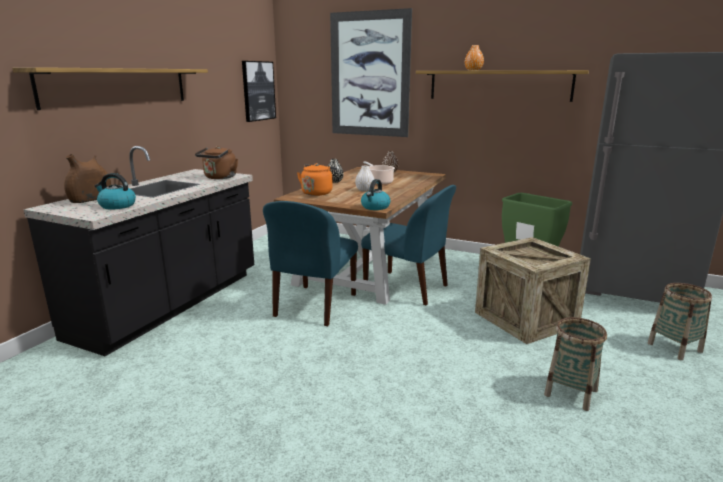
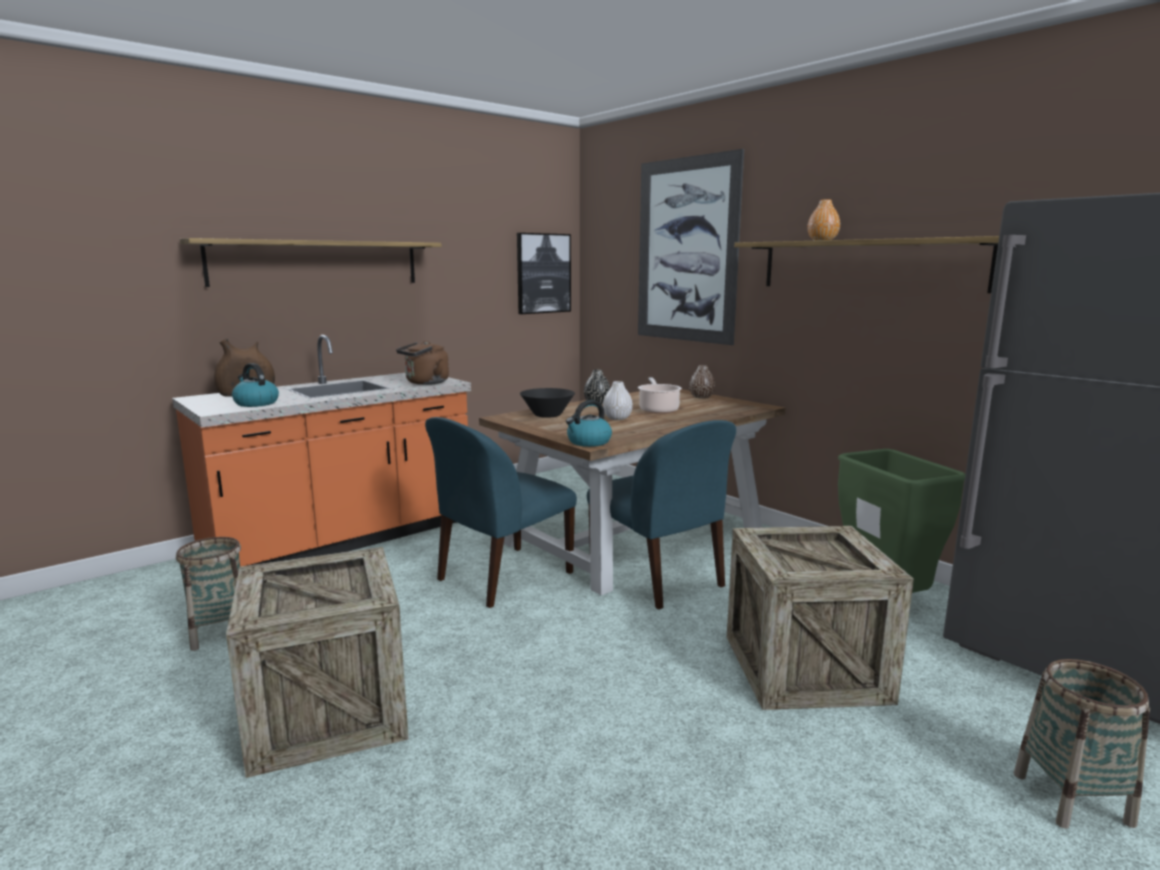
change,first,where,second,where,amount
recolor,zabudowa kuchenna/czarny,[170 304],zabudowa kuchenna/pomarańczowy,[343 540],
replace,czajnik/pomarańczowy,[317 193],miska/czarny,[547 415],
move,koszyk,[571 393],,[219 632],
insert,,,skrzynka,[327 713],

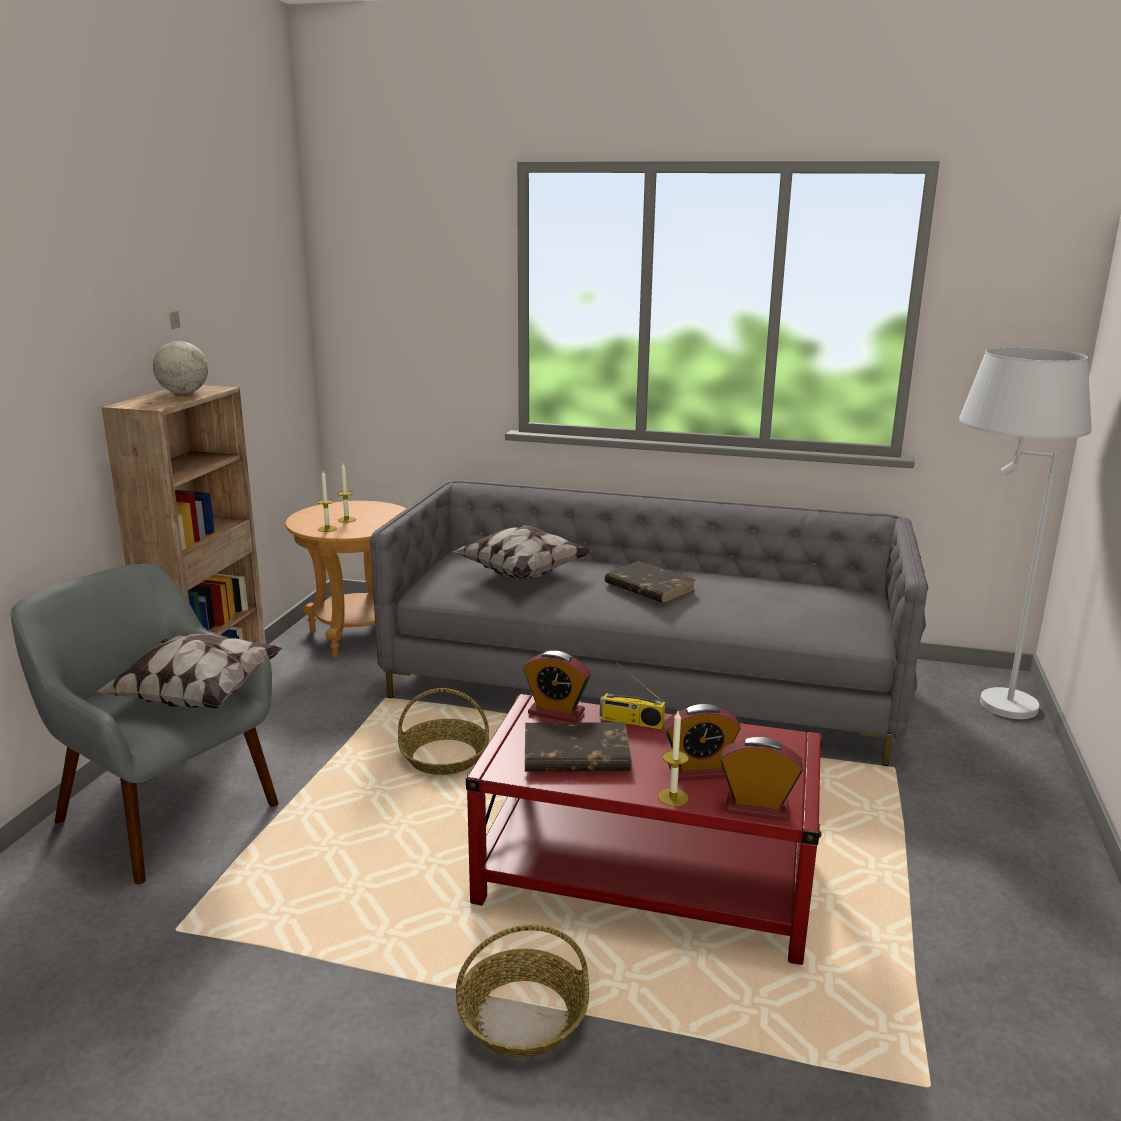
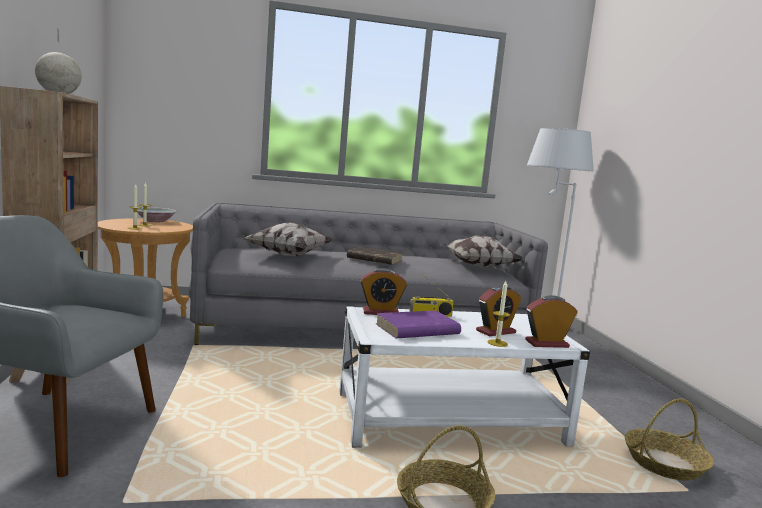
change,first,where,second,where,amount
move,poduszka,[197 696],,[477 266],
move,koszyk,[444 757],,[664 463],
recolor,ława/czerwony,[645 878],ława/biały,[449 418],
recolor,książka/brązowy,[575 754],książka/fioletowy,[416 329],
insert,,,miska,[156 221],

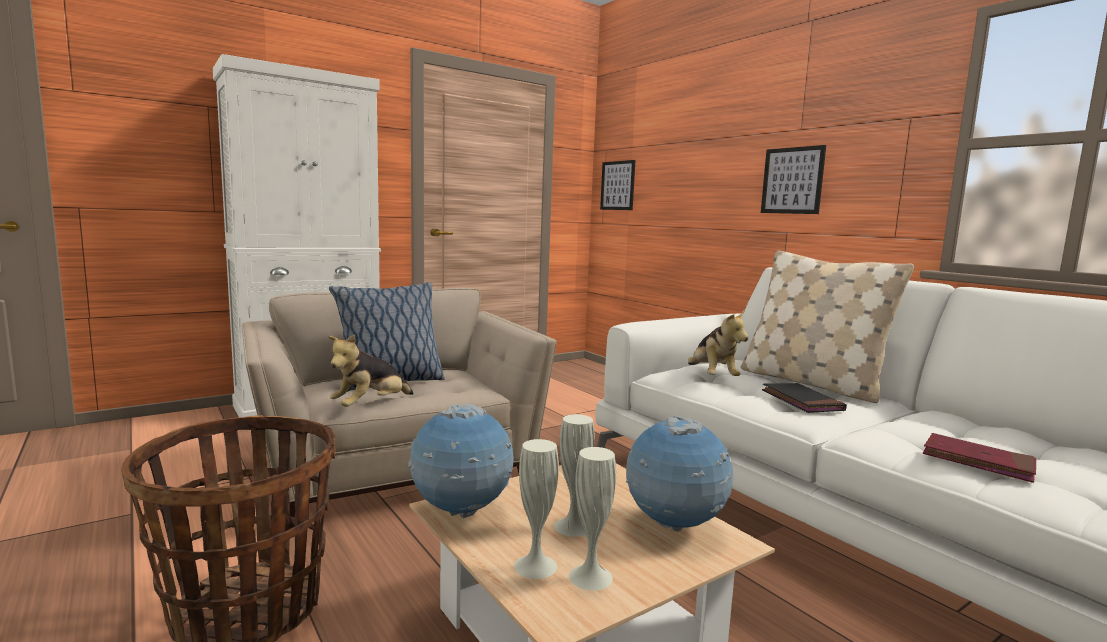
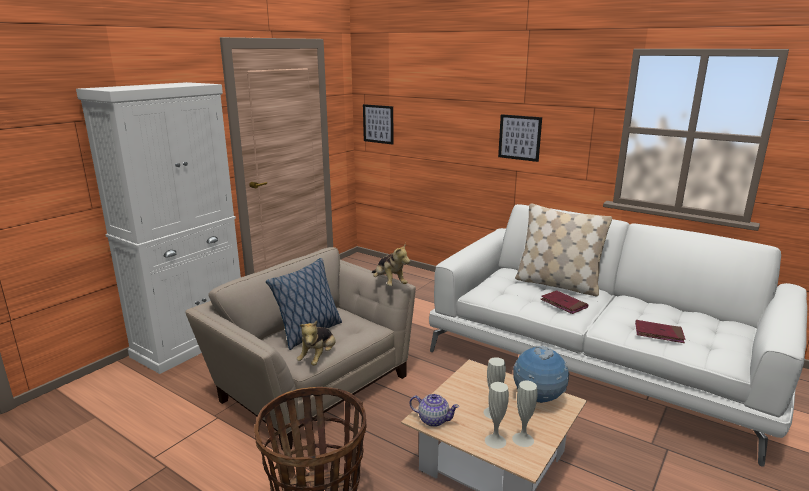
change,first,where,second,where,amount
replace,globus,[461 512],imbryk,[433 419],
move,pluszak,[712 377],,[389 283],
recolor,książka/czarny,[801 401],książka/czerwony,[563 304],

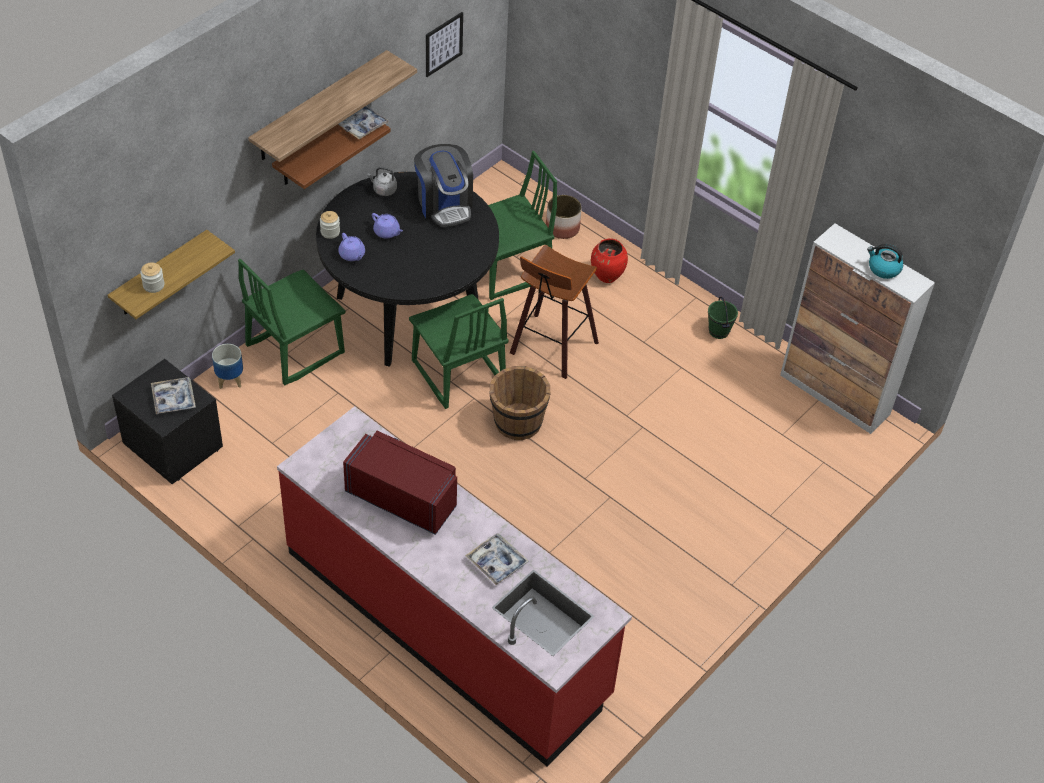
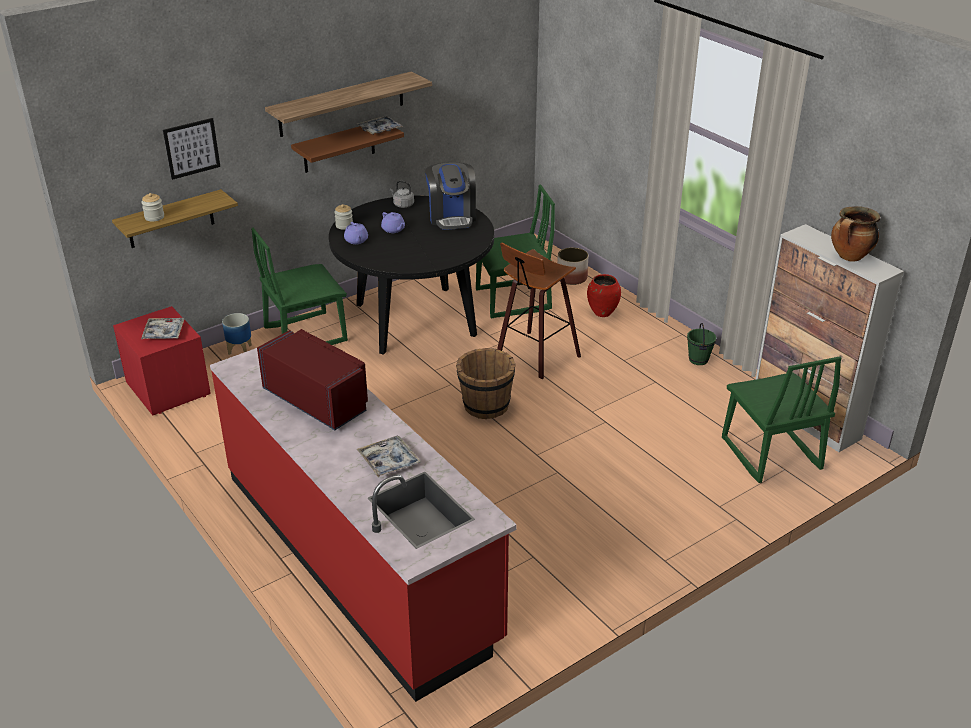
change,first,where,second,where,amount
recolor,szafka nocna/czarny,[171 445],szafka nocna/czerwony,[167 388],
move,krzesło/zielony,[457 374],,[770 454],
move,obraz,[443 44],,[191 148],
replace,czajnik,[883 269],garnek,[850 257],

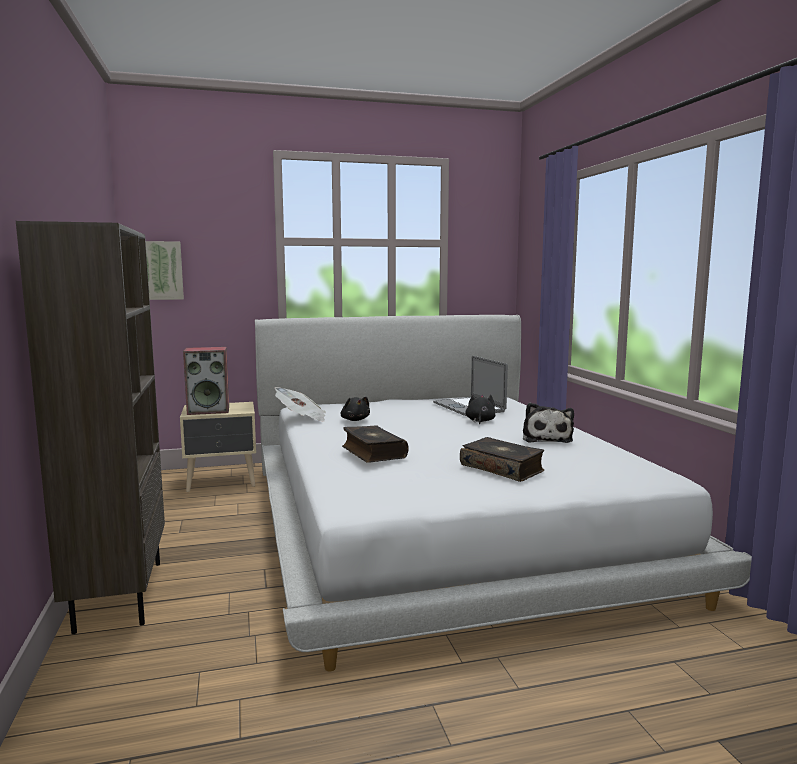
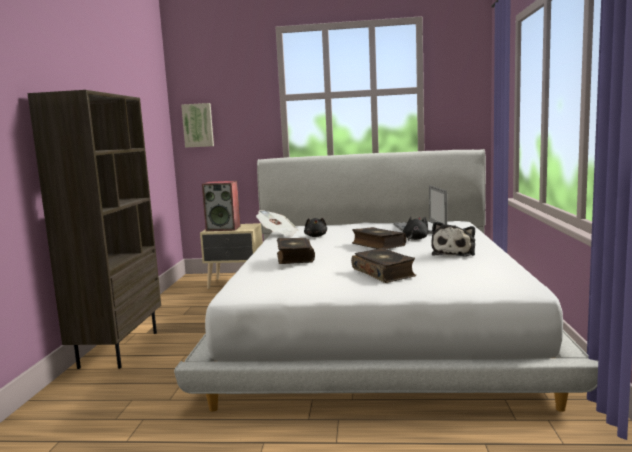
change,first,where,second,where,amount
insert,,,książka,[377 245],

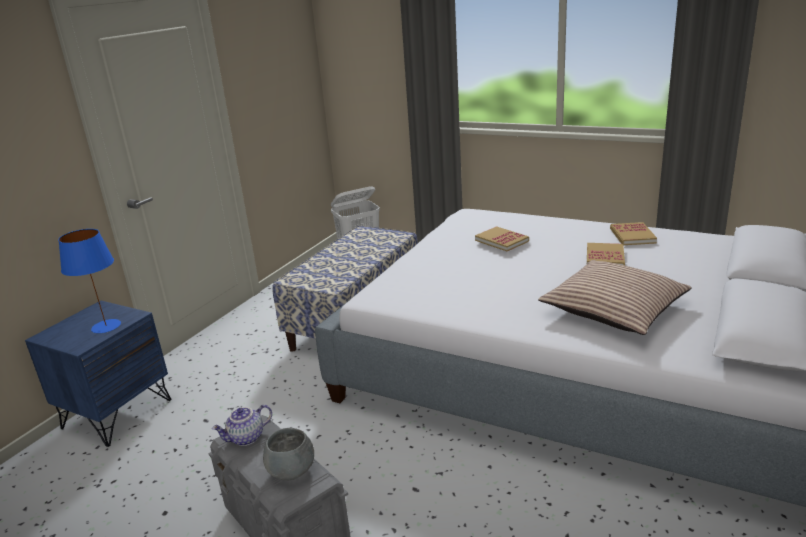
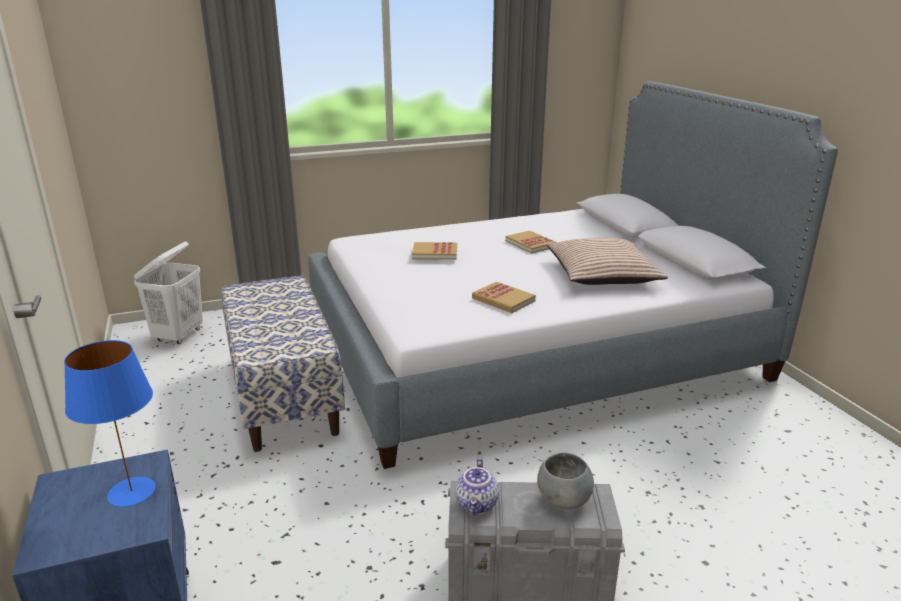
change,first,where,second,where,amount
move,książka,[632 236],,[503 300],

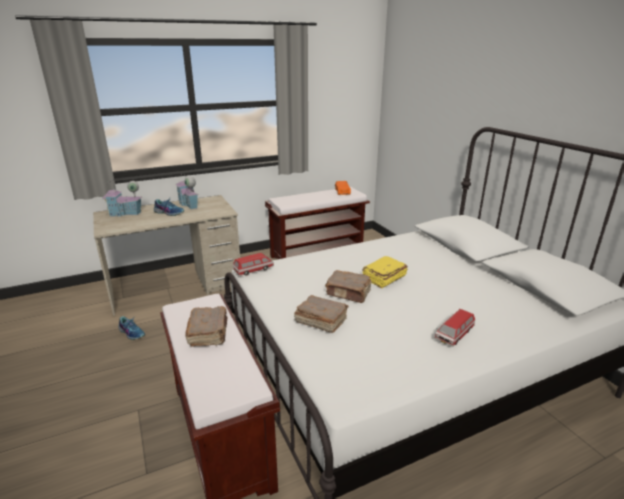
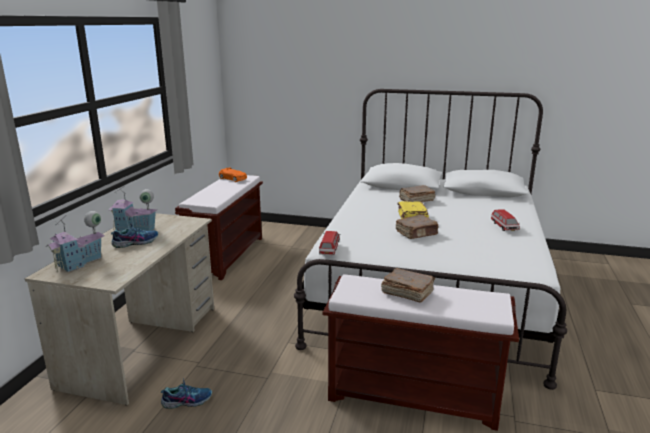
change,first,where,second,where,amount
move,książka/brązowy,[320 321],,[416 200],

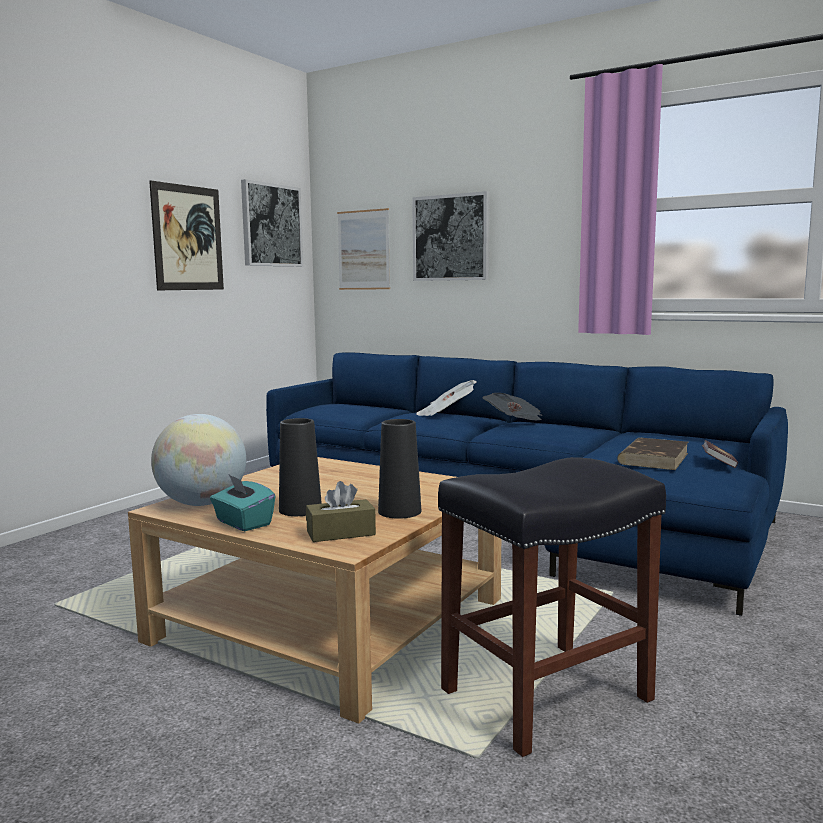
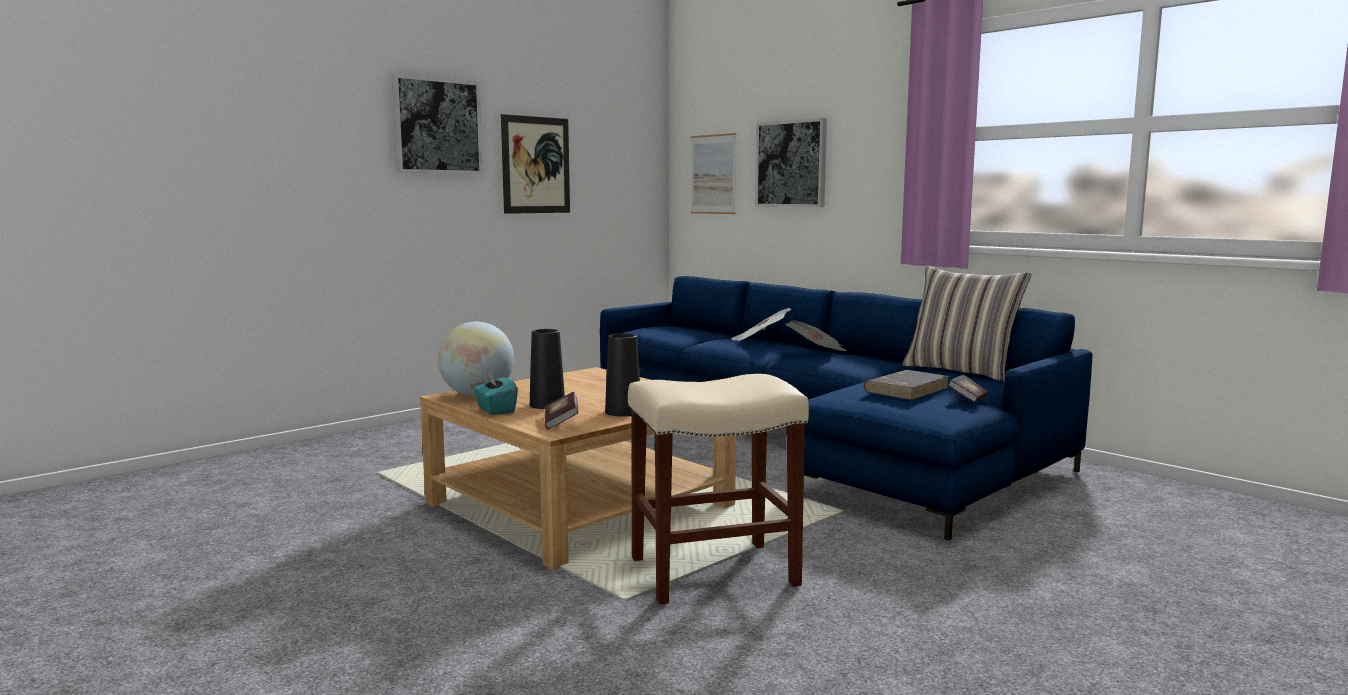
change,first,where,second,where,amount
move,obraz,[271 225],,[437 126],
replace,pudełko chusteczek/brązowy,[341 533],książka,[561 422],
recolor,stołek/czarny,[547 694],stołek/beżowy,[715 571],
insert,,,poduszka,[961 371],

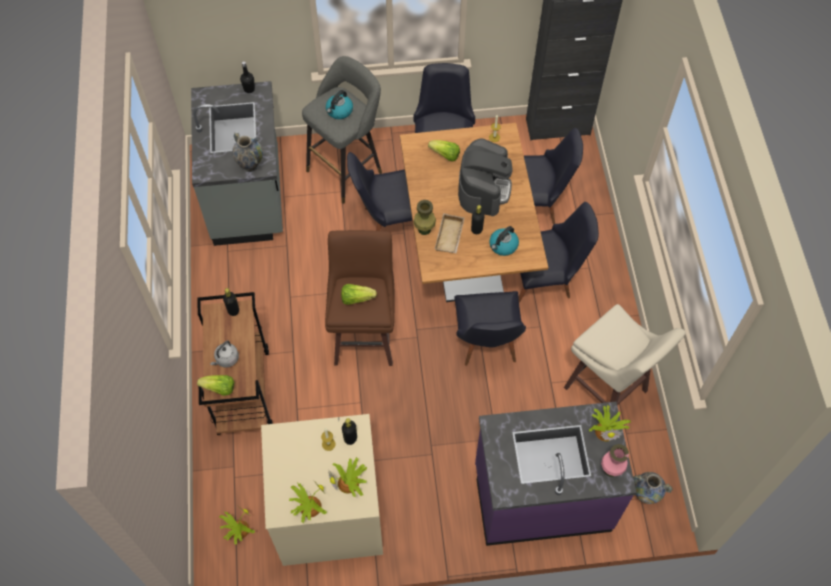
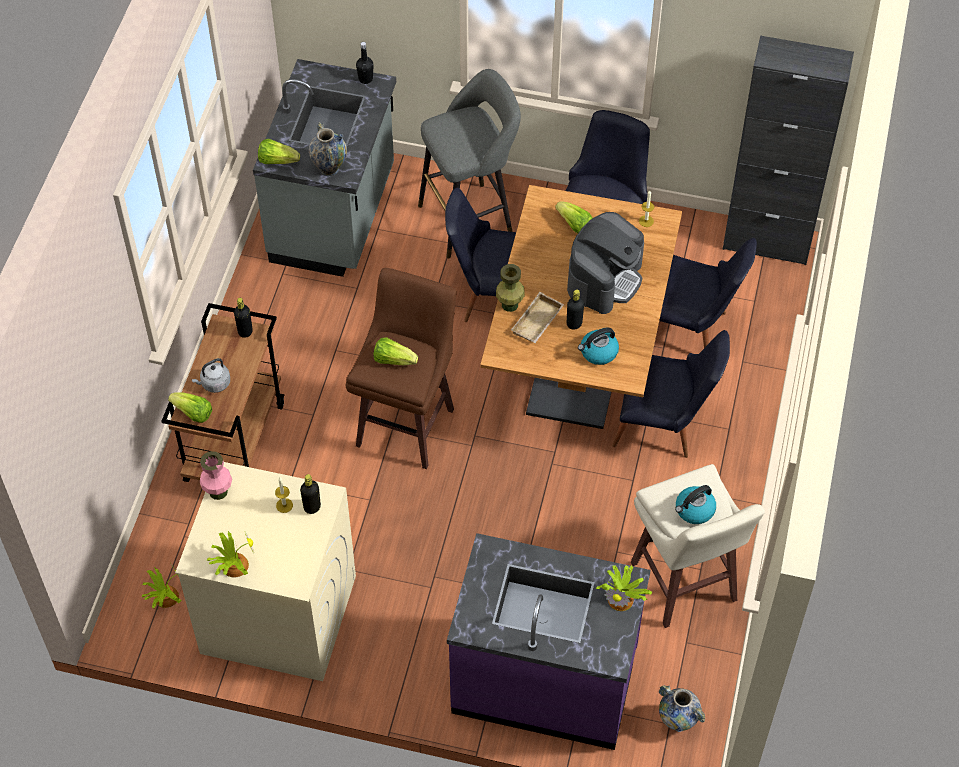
change,first,where,second,where,amount
move,czajnik,[339 111],,[694 510],
delete,roślina doniczkowa,[350 483],,,
delete,krzesło/czarny,[487 345],,,
move,wazon/różowy,[611 469],,[218 491],
insert,,,sałata,[277 160],

